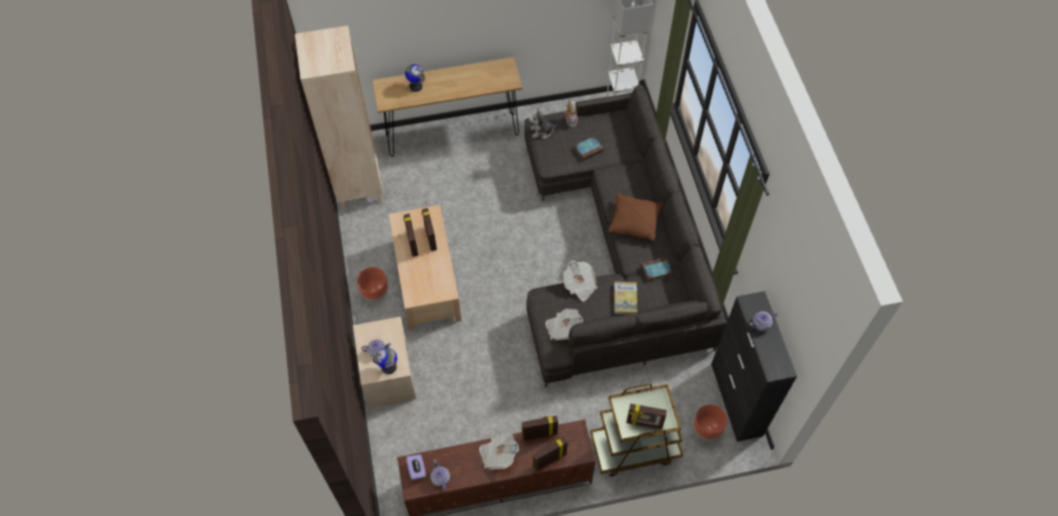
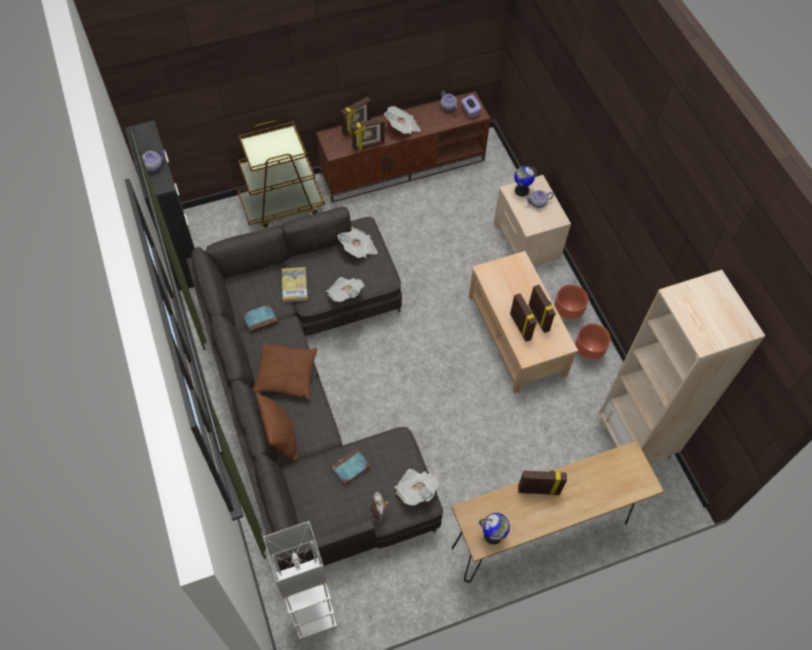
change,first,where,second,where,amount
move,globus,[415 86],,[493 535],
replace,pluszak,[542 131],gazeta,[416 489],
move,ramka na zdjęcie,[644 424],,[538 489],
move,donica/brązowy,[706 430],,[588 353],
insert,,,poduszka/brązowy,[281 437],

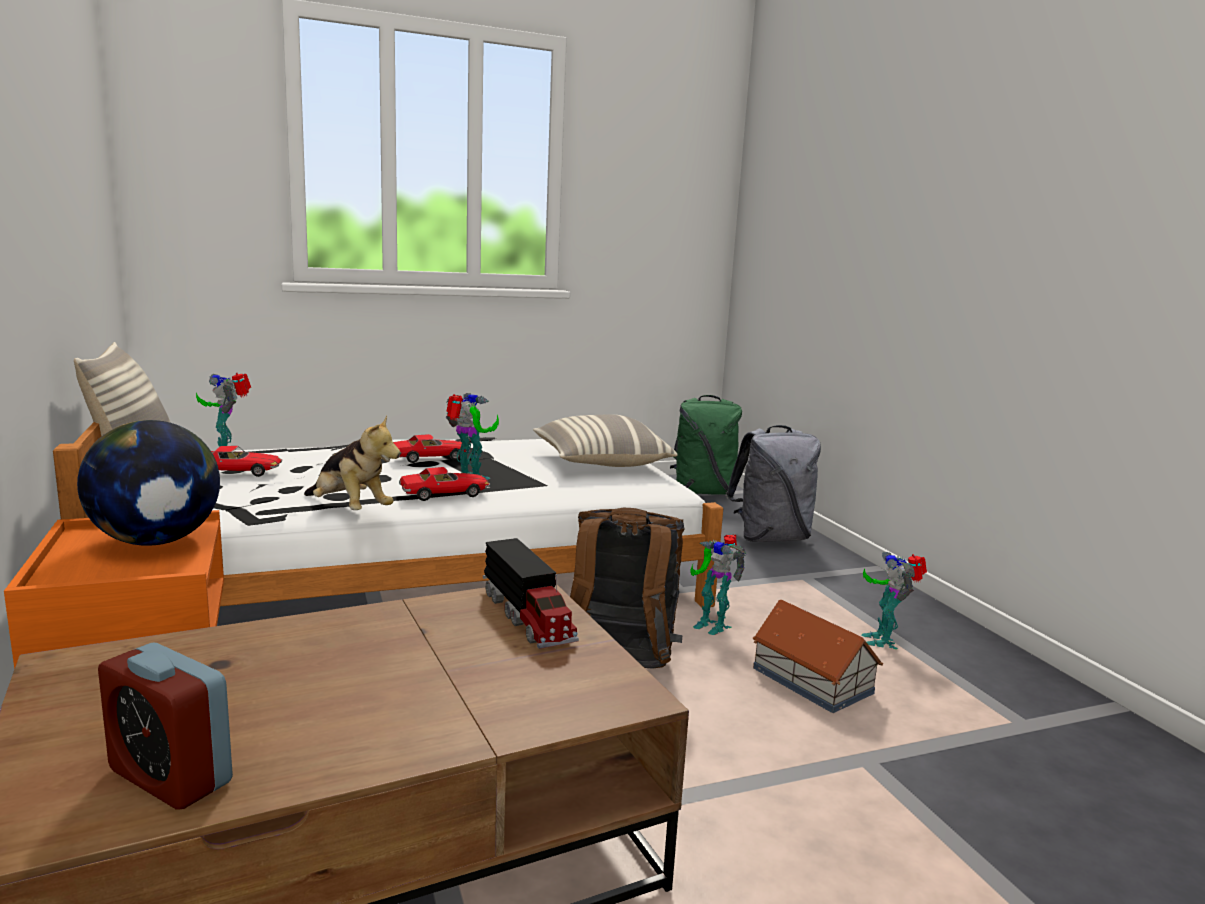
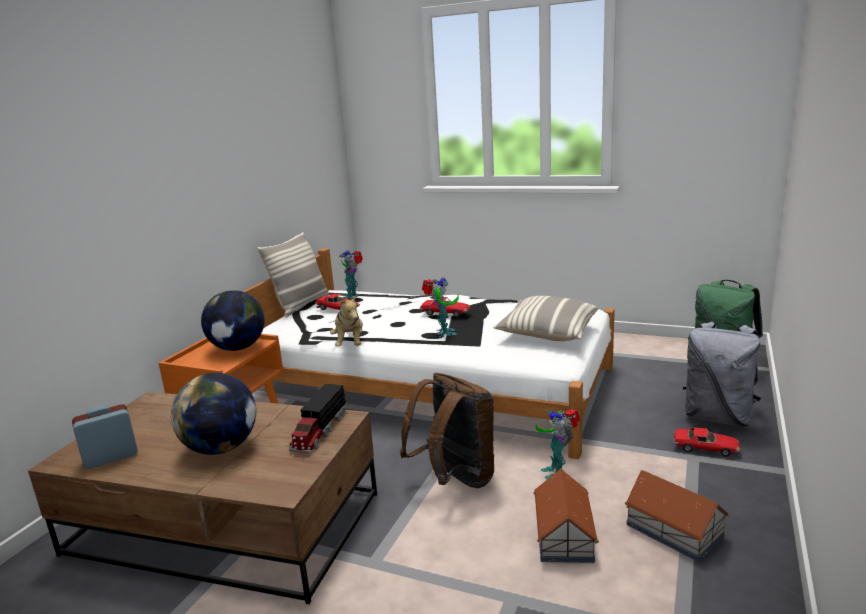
change,first,where,second,where,amount
rotate,budzik,[170 776],,[111 457],75 degrees clockwise
move,samochodzik,[445 494],,[705 448],
replace,robot zabawkowy,[884 640],domek,[673 529],
insert,,,globus,[221 448],

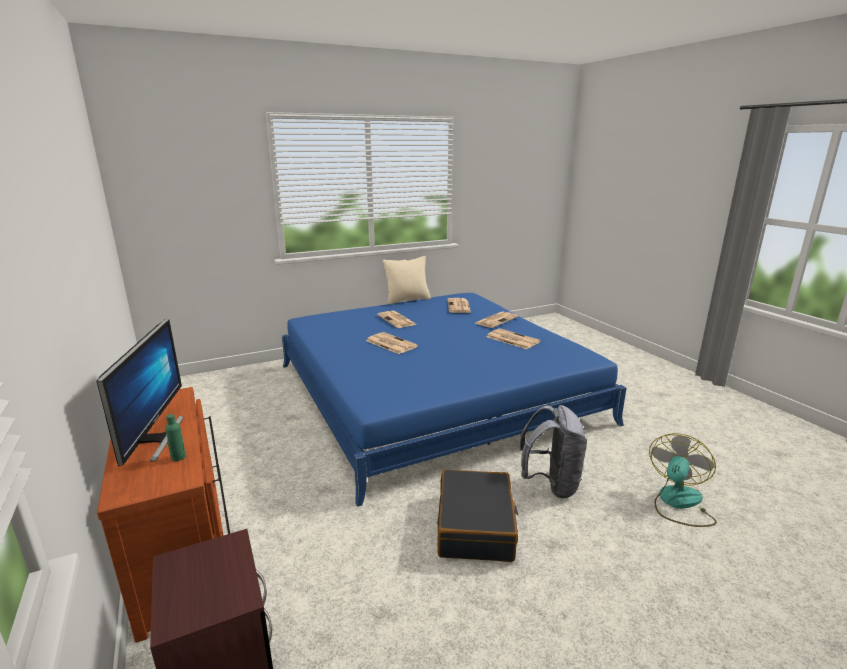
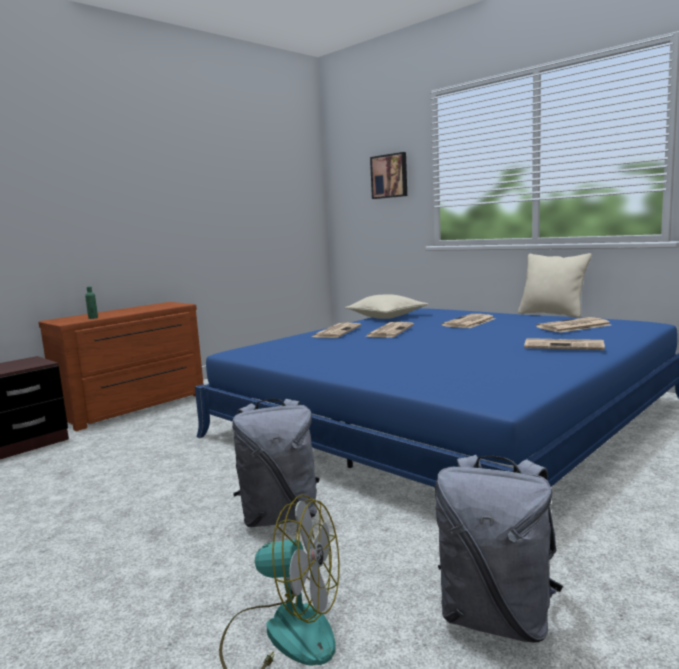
change,first,where,second,where,amount
delete,monitor,[155 438],,,
delete,walizka/czarny,[476 526],,,
move,gazeta,[512 339],,[336 331],
insert,,,poduszka/beżowy,[386 317],
insert,,,obraz,[390 176],
insert,,,plecak/szary,[497 618],

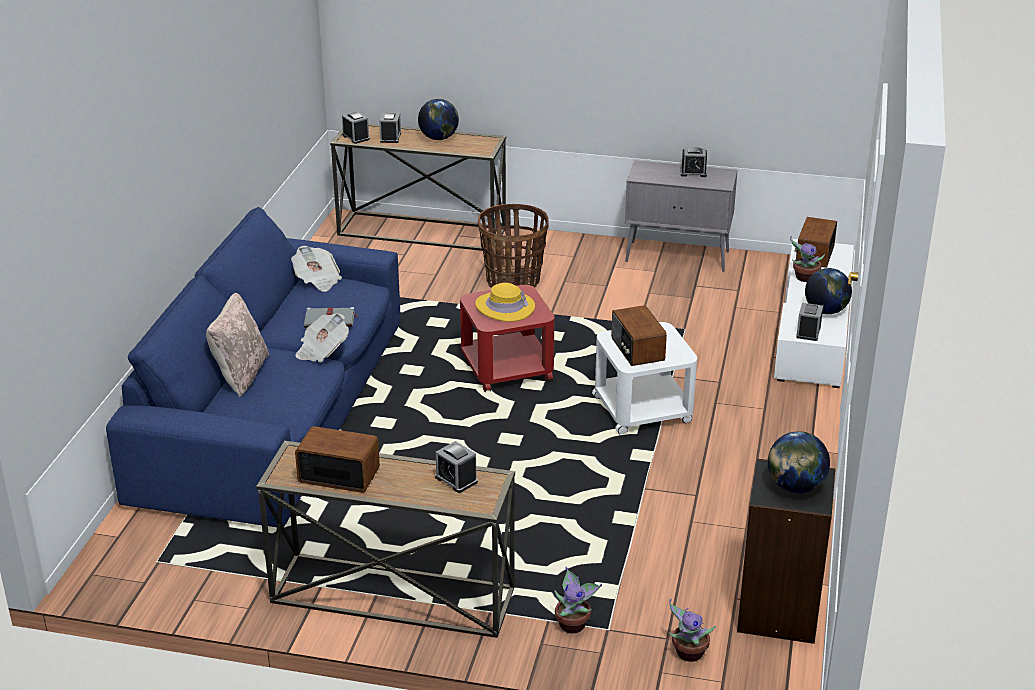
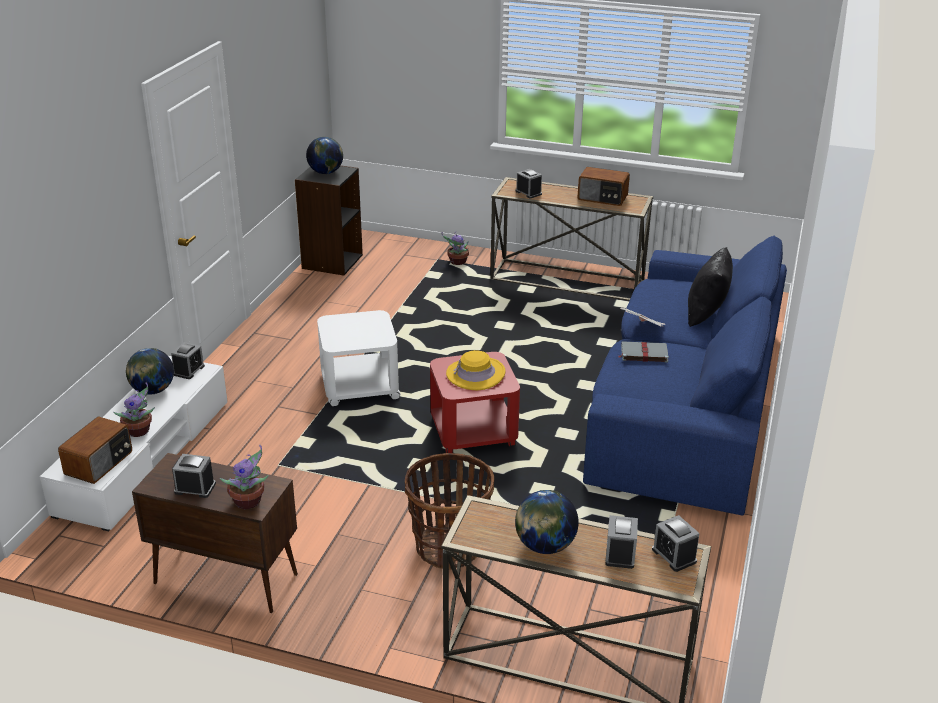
change,first,where,second,where,amount
recolor,poduszka/beżowy,[240 374],poduszka/czarny,[706 313],
delete,gazeta,[317 280],,,
delete,radio,[636 349],,,
recolor,szafka/szary,[678 256],szafka/brązowy,[224 579],
move,roślina doniczkowa,[687 653],,[249 502],

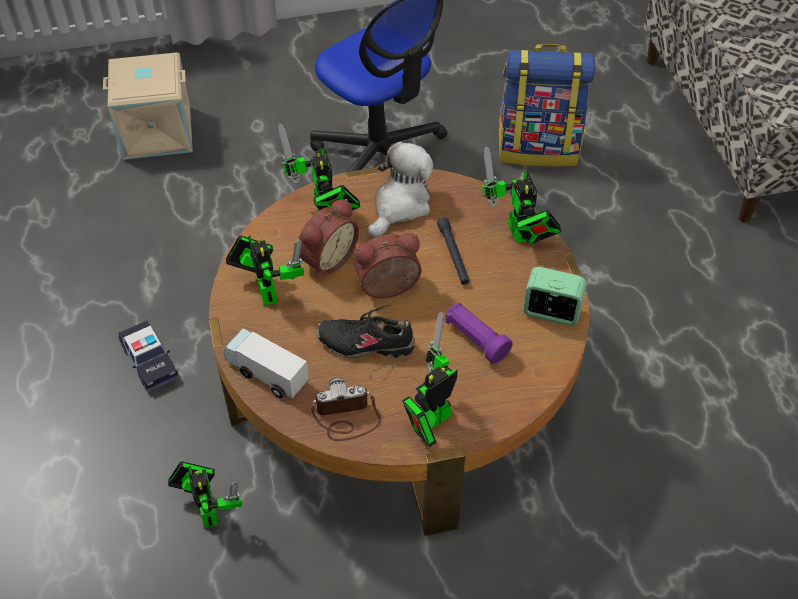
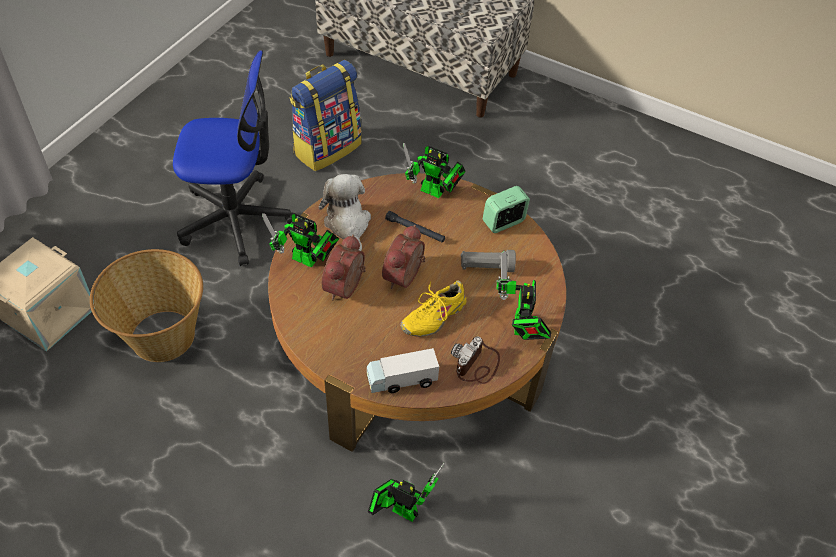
change,first,where,second,where,amount
delete,samochodzik,[149 360],,,
delete,robot zabawkowy,[266 289],,,
rotate,budzik,[326 258],,[347 288],150 degrees counterclockwise
recolor,but/czarny,[366 343],but/żółty,[433 316],
recolor,latarka/fioletowy,[476 339],latarka/szary,[486 267],
insert,,,koszyk,[161 336],

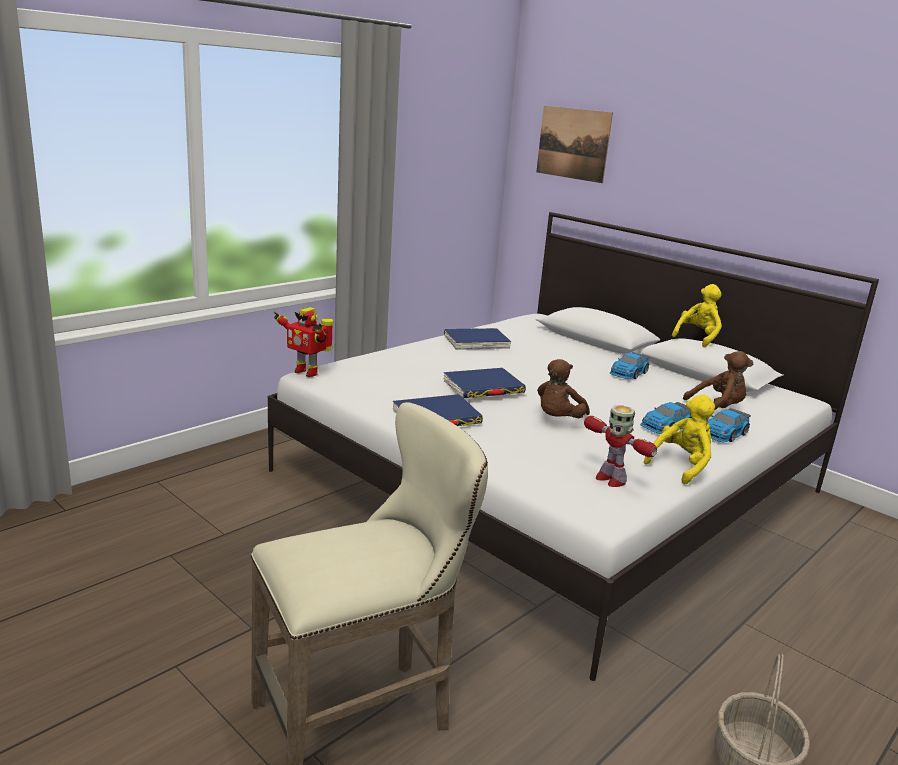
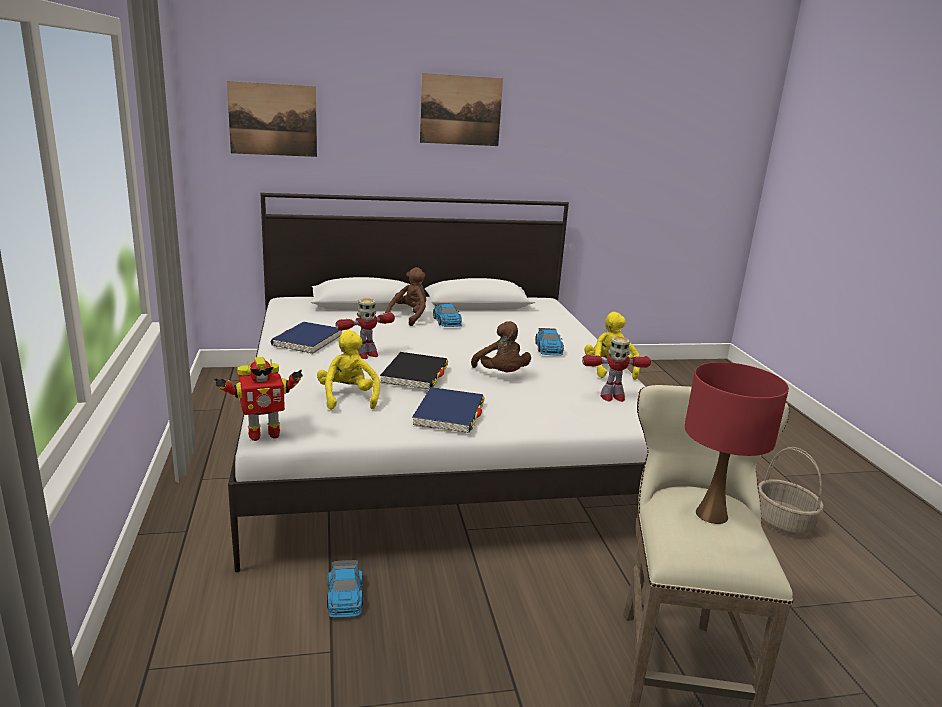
change,first,where,second,where,amount
recolor,książka/niebieski,[483 387],książka/czarny,[415 374],
move,pluszak/żółty,[697 338],,[348 397],
move,pluszak/brązowy,[717 409],,[409 317],
move,samochodzik,[724 434],,[345 597],
insert,,,robot zabawkowy,[366 355],
insert,,,obraz,[461 110],
insert,,,lampa stołowa/czerwony,[711 514],

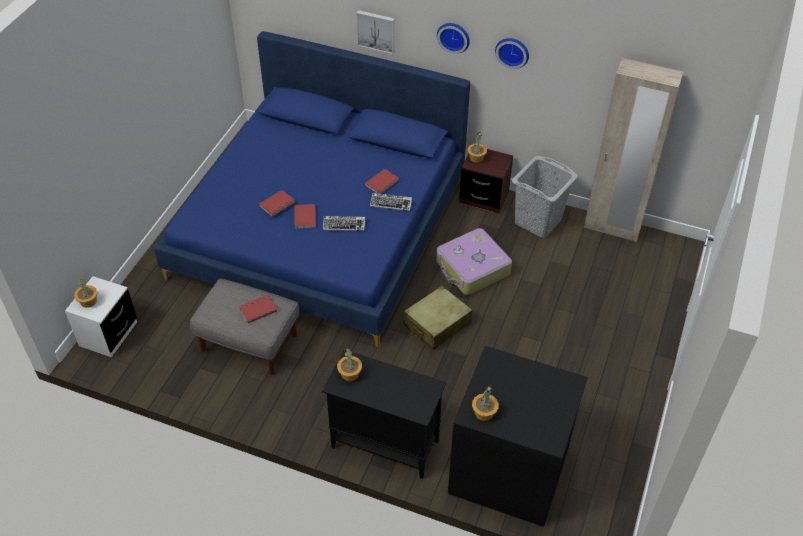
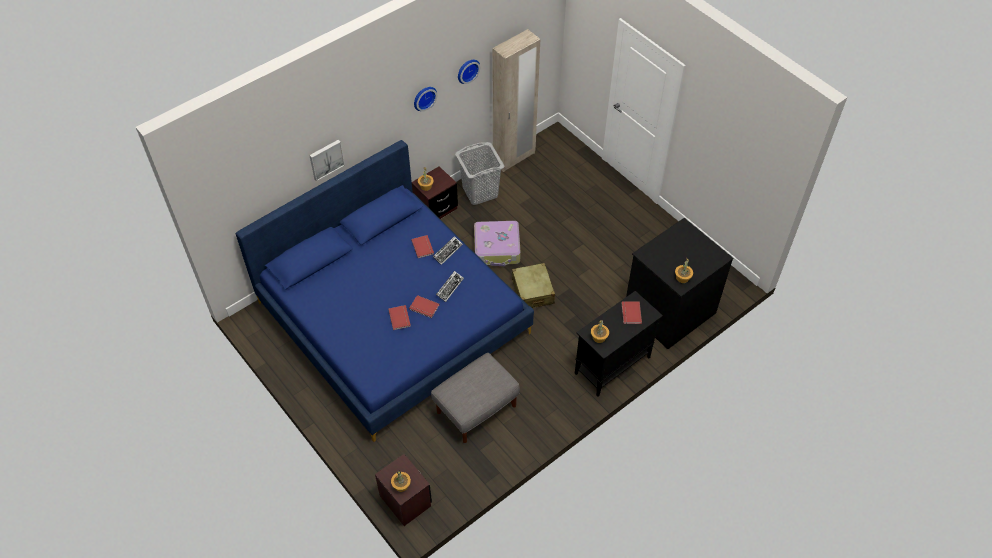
change,first,where,second,where,amount
recolor,szafka nocna/biały,[108 334],szafka nocna/brązowy,[405 500],
move,książka/czerwony,[257 309],,[630 313],
move,zegar ścienny,[454 36],,[467 70],

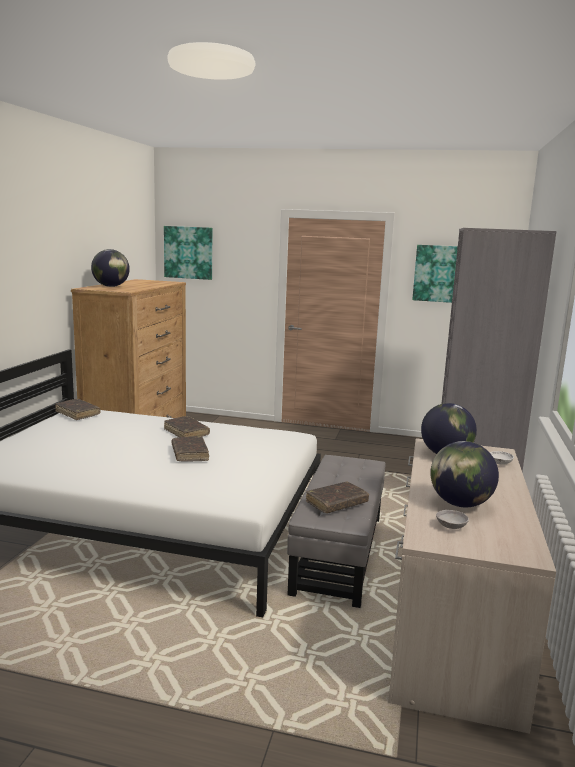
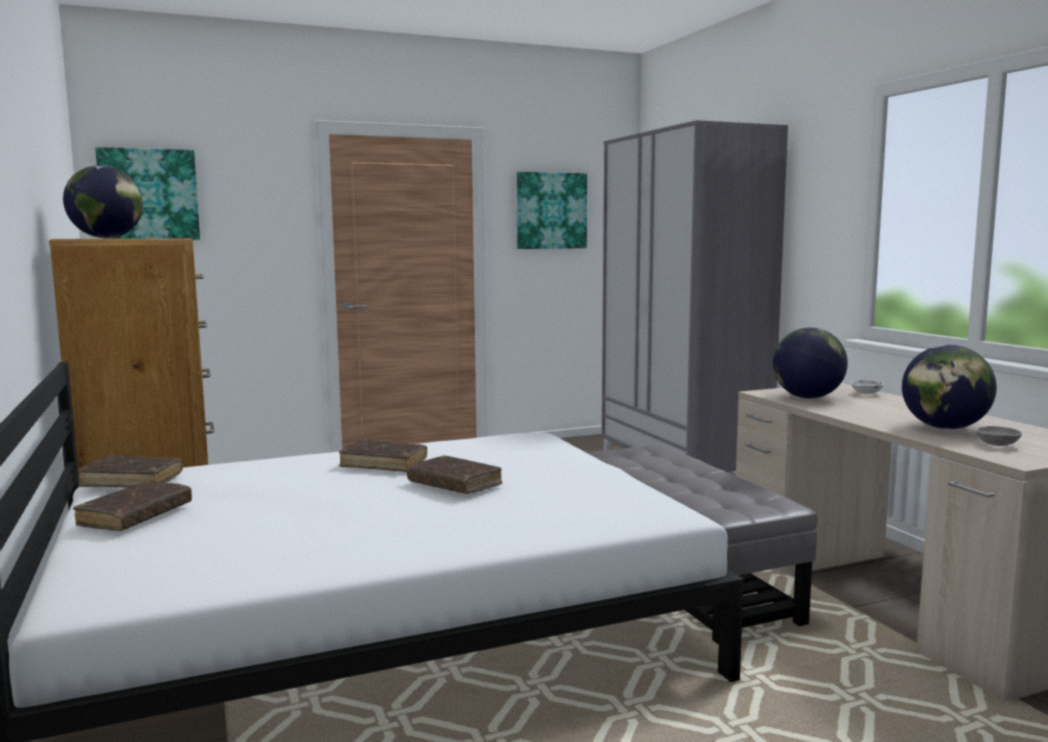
change,first,where,second,where,amount
move,książka/brązowy,[336 503],,[135 516],

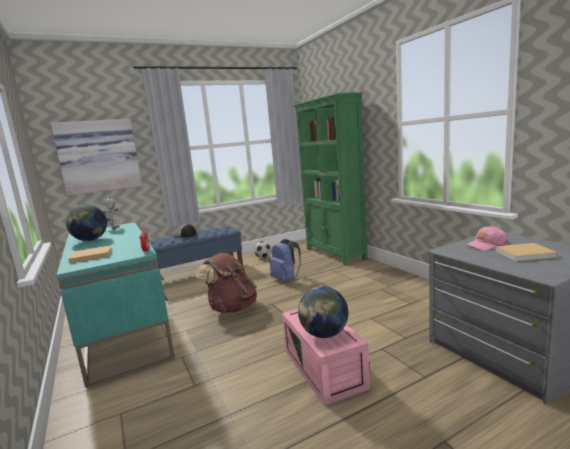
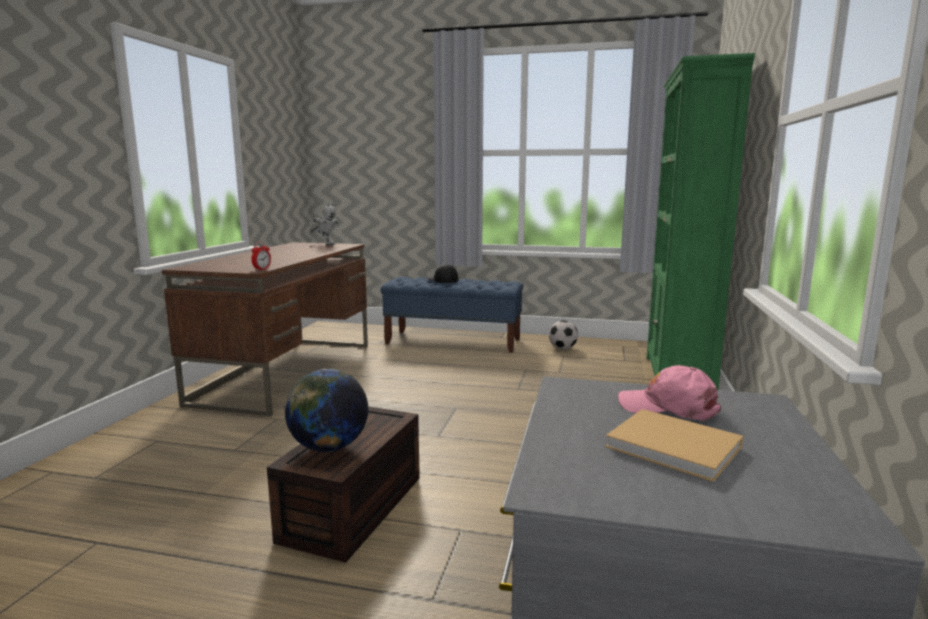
change,first,where,second,where,amount
delete,obraz,[99 156],,,
recolor,biurko/turkusowy,[124 331],biurko/brązowy,[288 372],
delete,globus,[90 240],,,
delete,książka/beżowy,[90 256],,,
delete,plecak/brązowy,[232 308],,,
delete,plecak/niebieski,[286 279],,,
recolor,pojemnik do przechowywania/różowy,[325 369],pojemnik do przechowywania/brązowy,[354 509],

